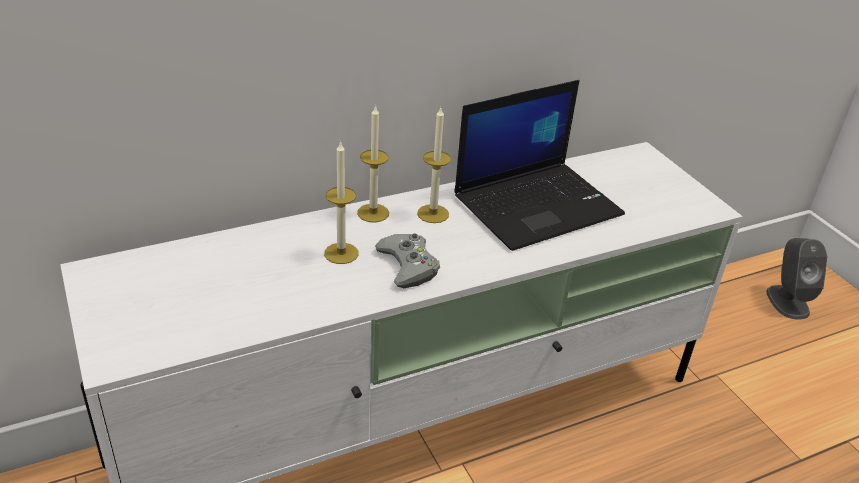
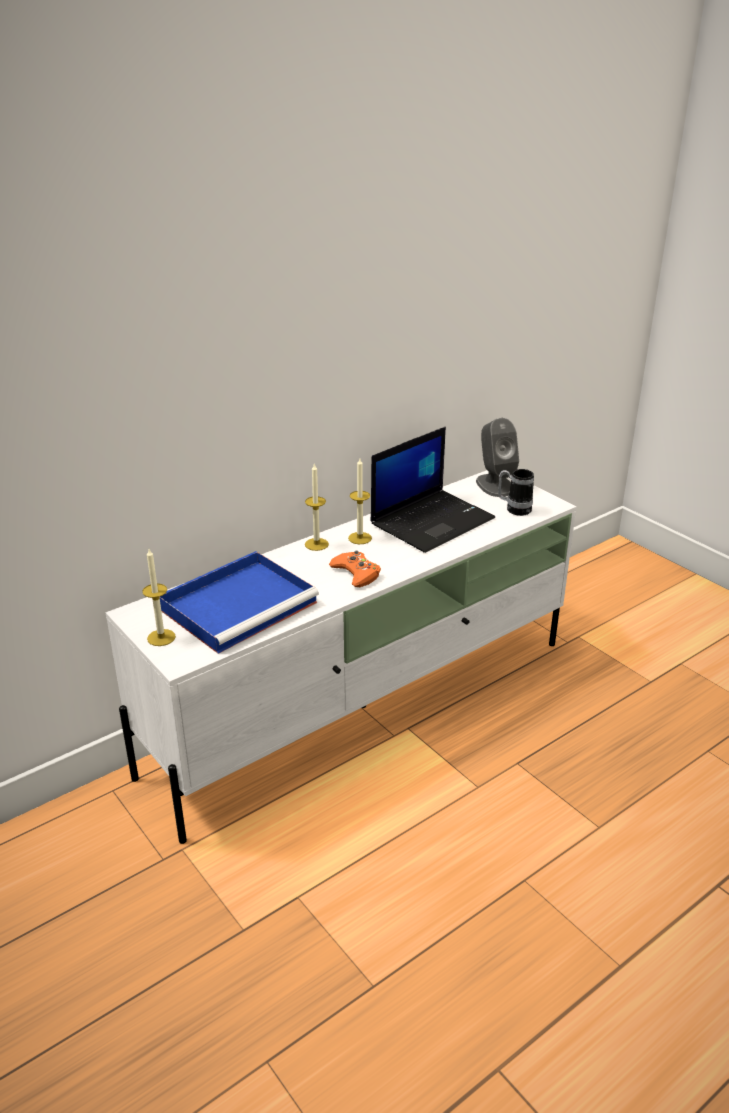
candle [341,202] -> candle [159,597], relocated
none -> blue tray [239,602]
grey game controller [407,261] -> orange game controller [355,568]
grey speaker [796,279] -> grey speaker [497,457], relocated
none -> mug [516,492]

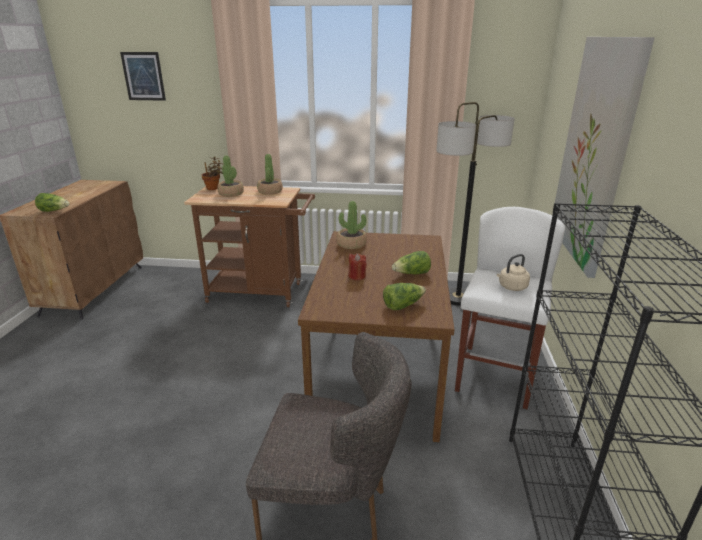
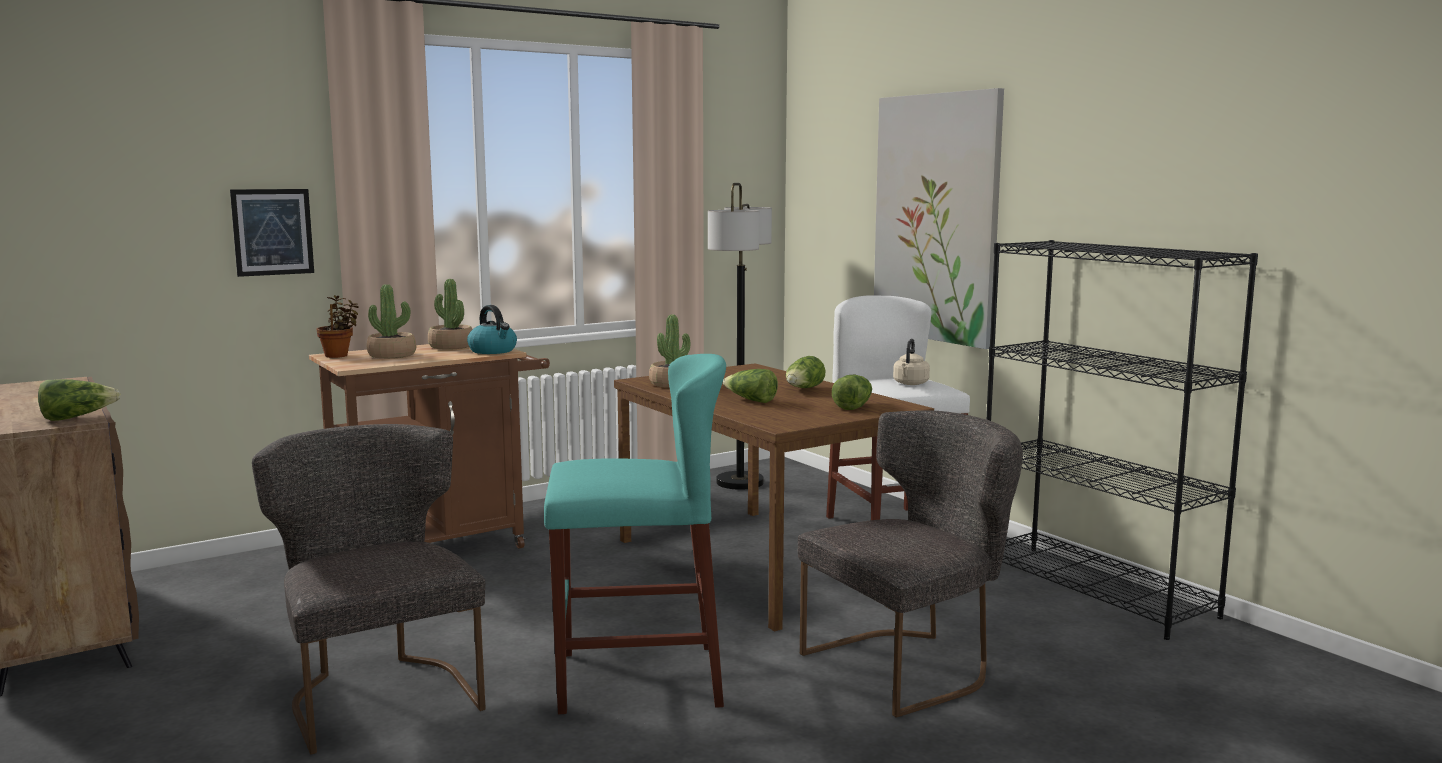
picture [143,76] -> picture [272,233], relocated
none -> grey chair [369,589]
none -> kettle [492,329]
none -> turquoise stool [635,534]
red candle [358,266] -> lettuce [750,386]

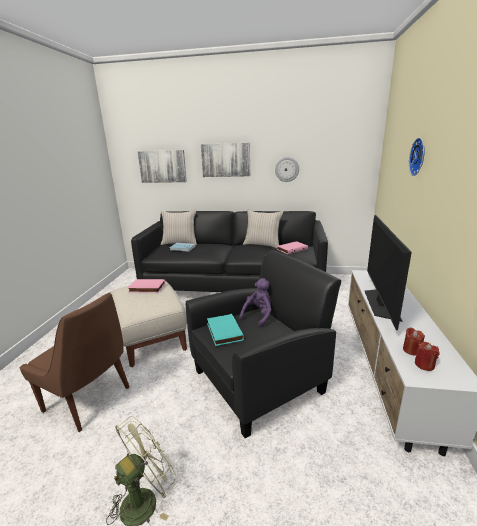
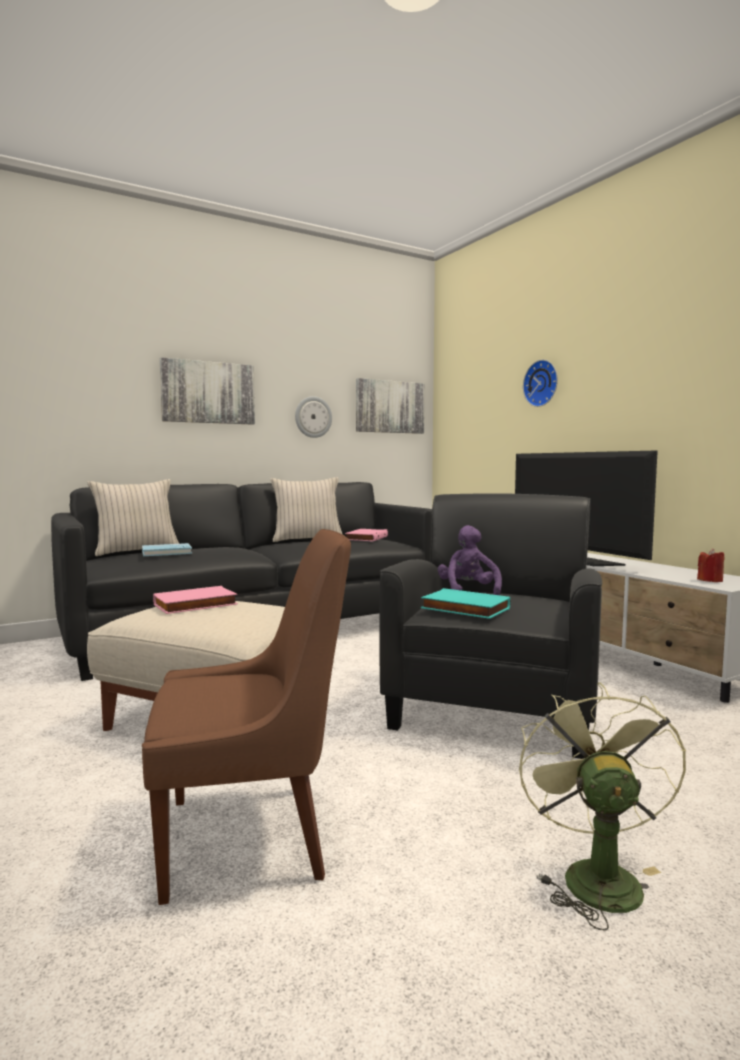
picture [162,166] -> picture [390,406], relocated
red candle [414,341] -> none

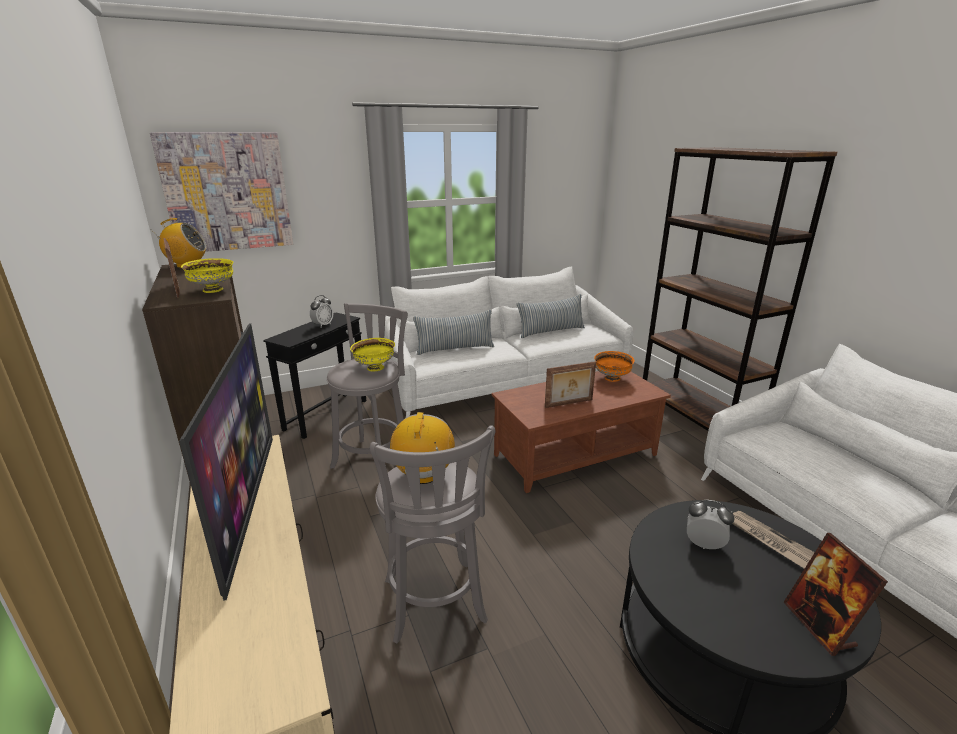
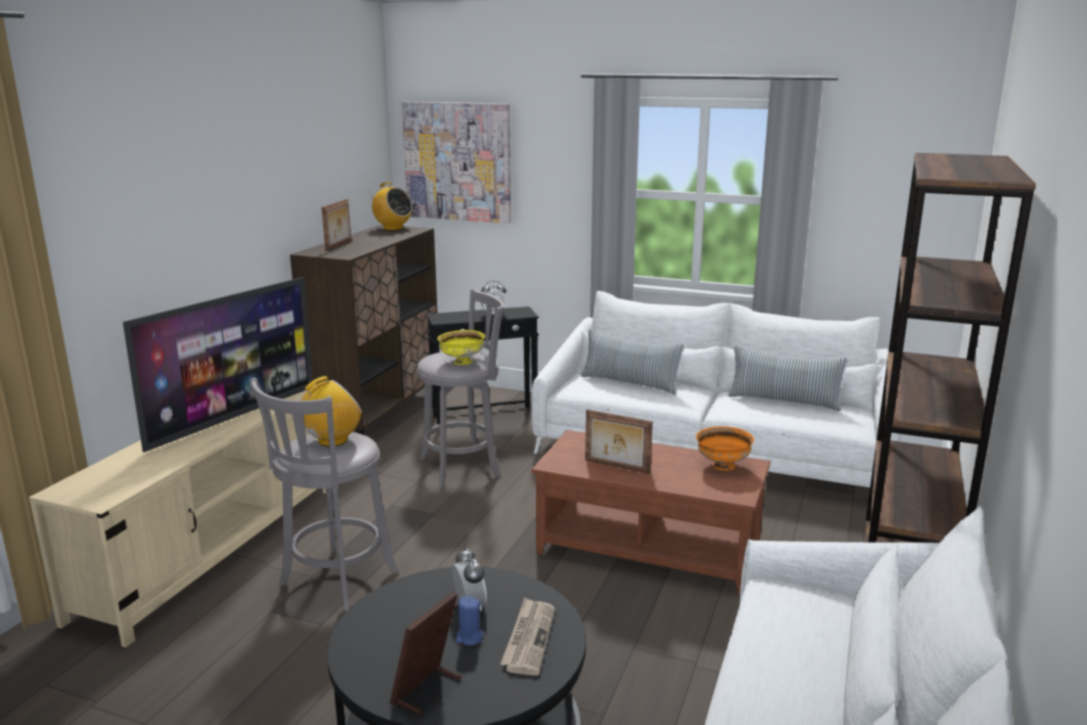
none -> blue candle [469,621]
yellow bowl [207,275] -> none

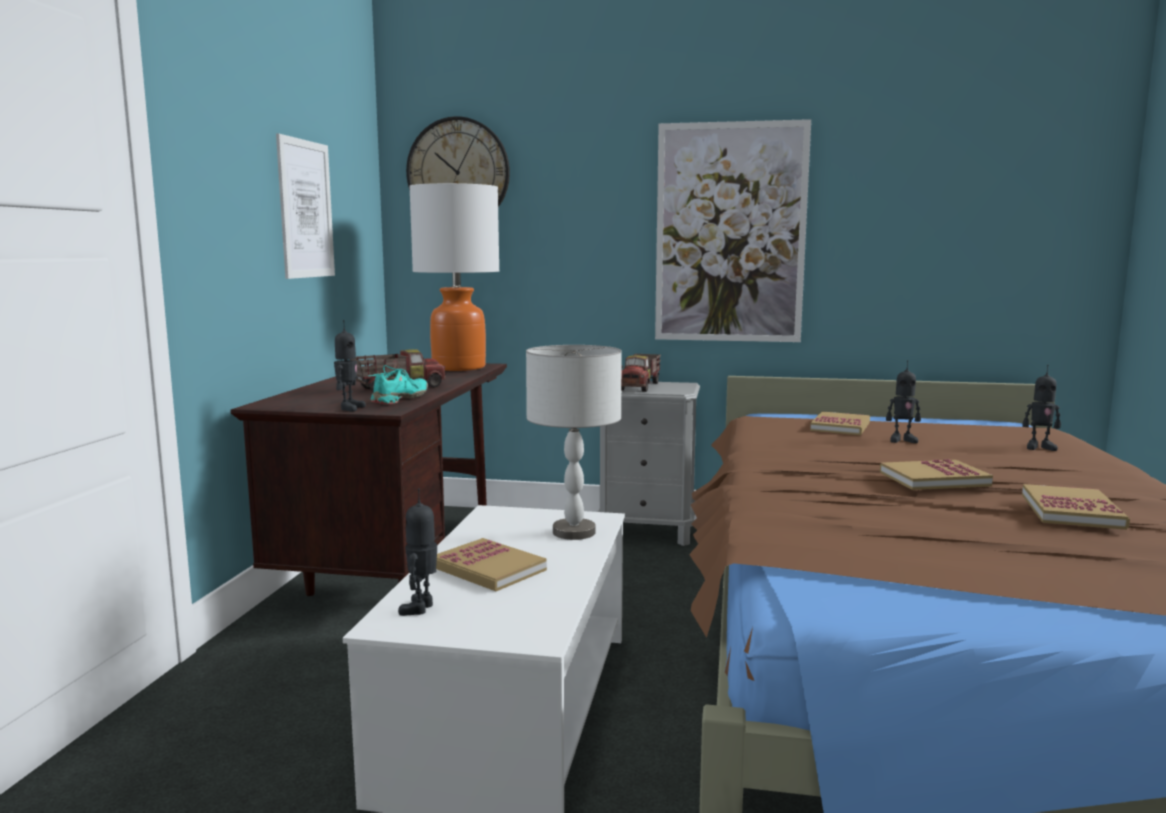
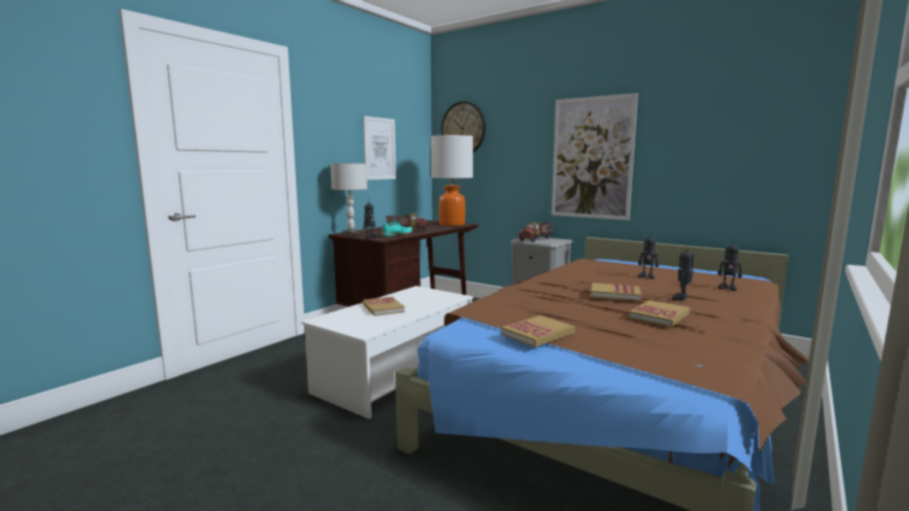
grey table lamp [574,442] -> grey table lamp [348,199], relocated
book [840,423] -> book [538,331], relocated
toy robot [417,552] -> toy robot [683,272], relocated

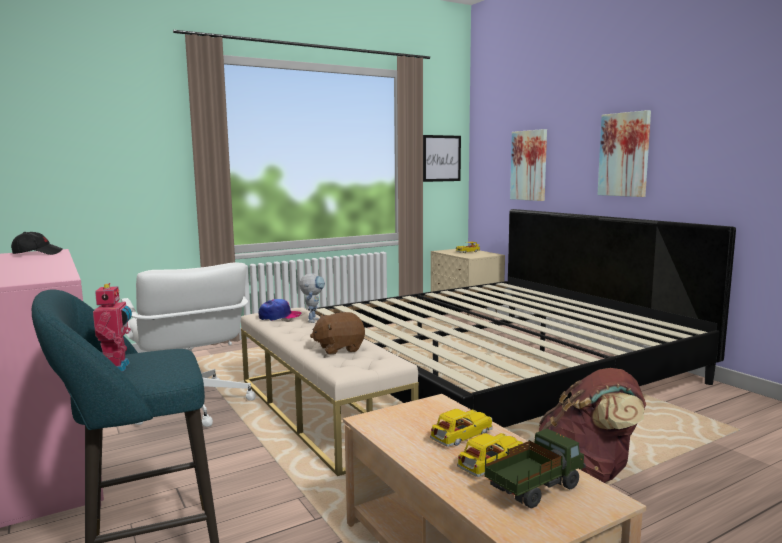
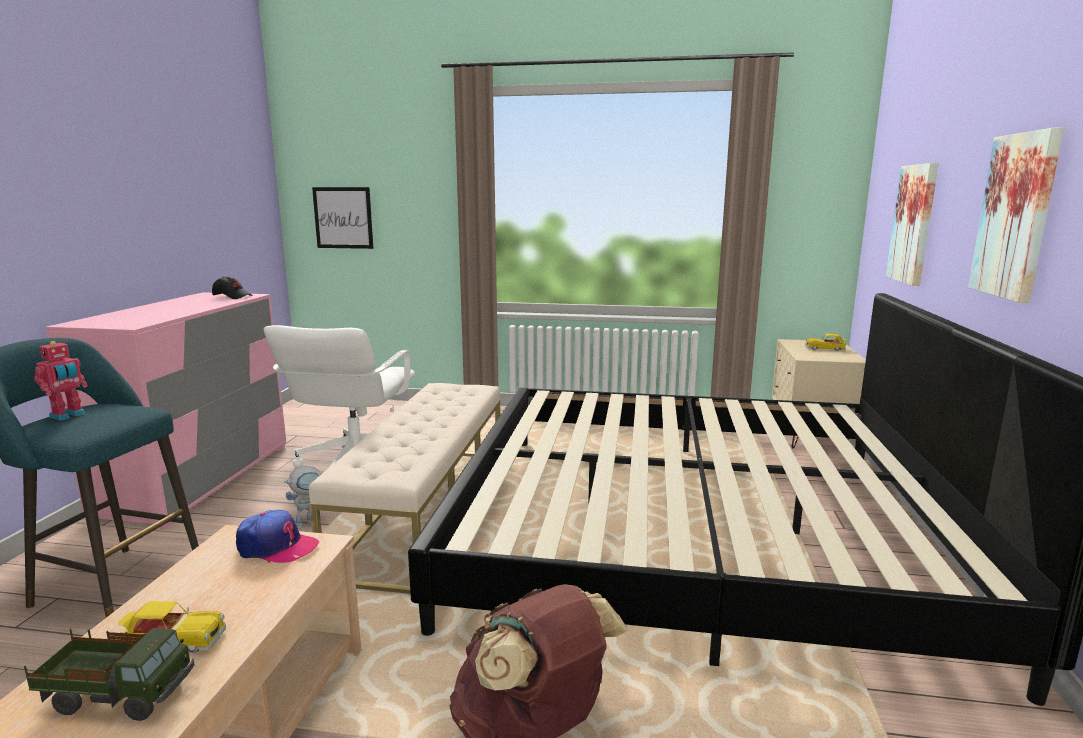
cap [280,310] -> cap [277,536], relocated
toy robot [312,298] -> toy robot [302,497], relocated
picture [442,158] -> picture [342,218], relocated
brown plush toy [337,333] -> none
toy car [461,428] -> none

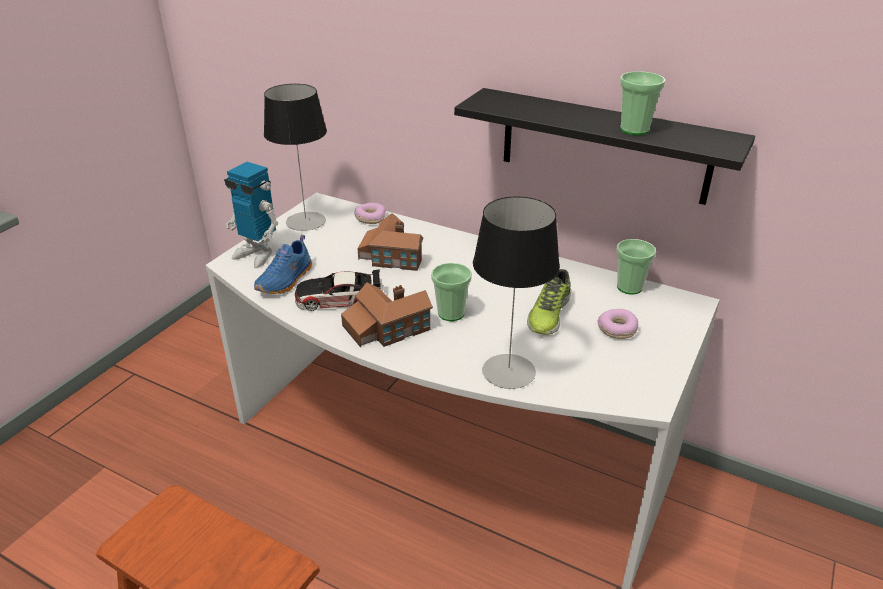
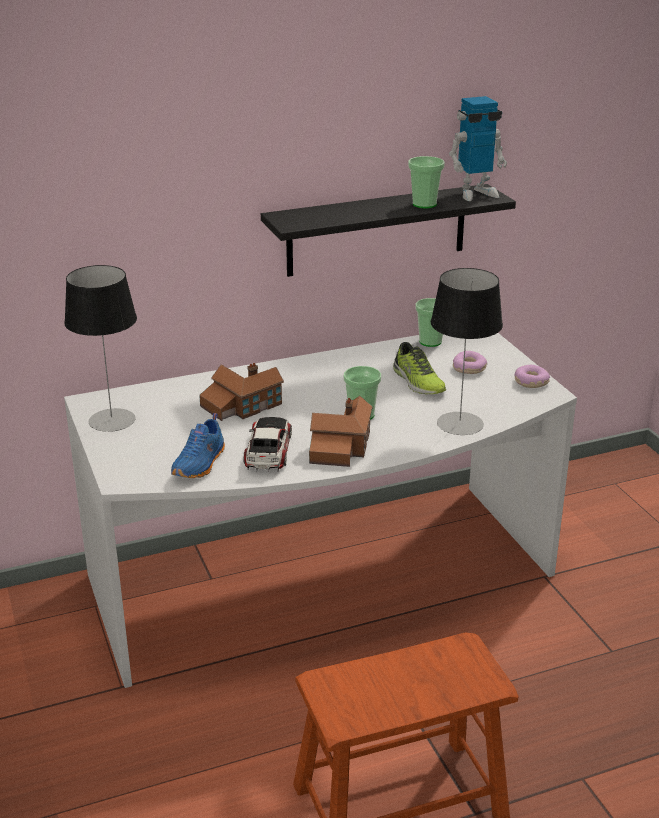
blue shoe [283,264] -> blue shoe [198,445], 45 degrees clockwise
toy car [339,290] -> toy car [267,444], 150 degrees clockwise
toy robot [251,215] -> toy robot [478,148], relocated
donut [370,213] -> donut [532,376], relocated

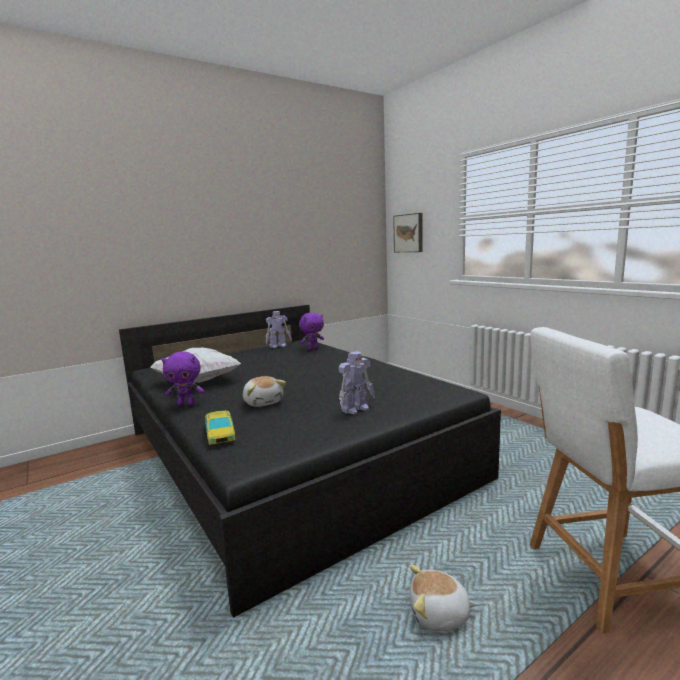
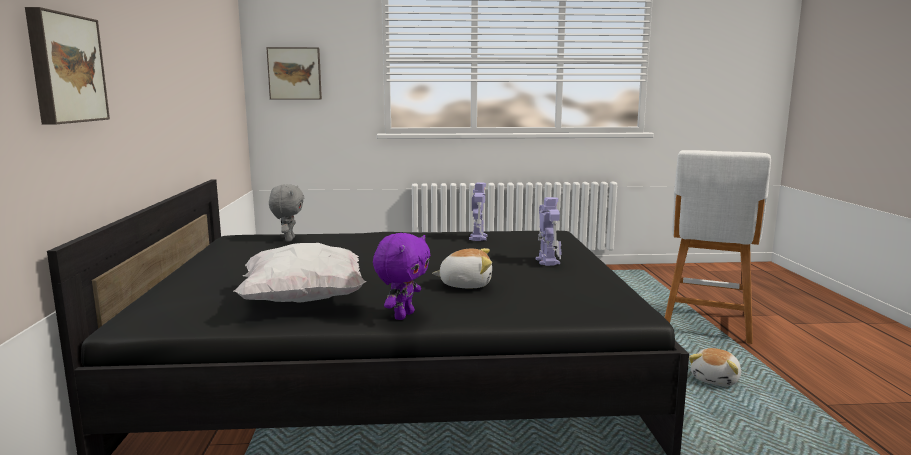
none -> picture [67,66]
purple plush toy [311,331] -> grey plush toy [286,213]
toy robot [279,329] -> toy robot [478,211], relocated
toy car [220,428] -> none

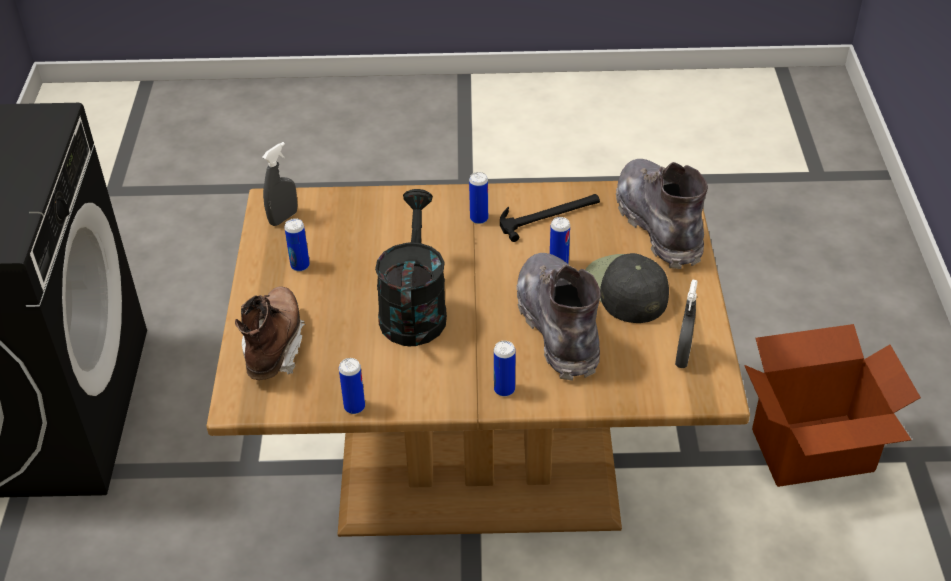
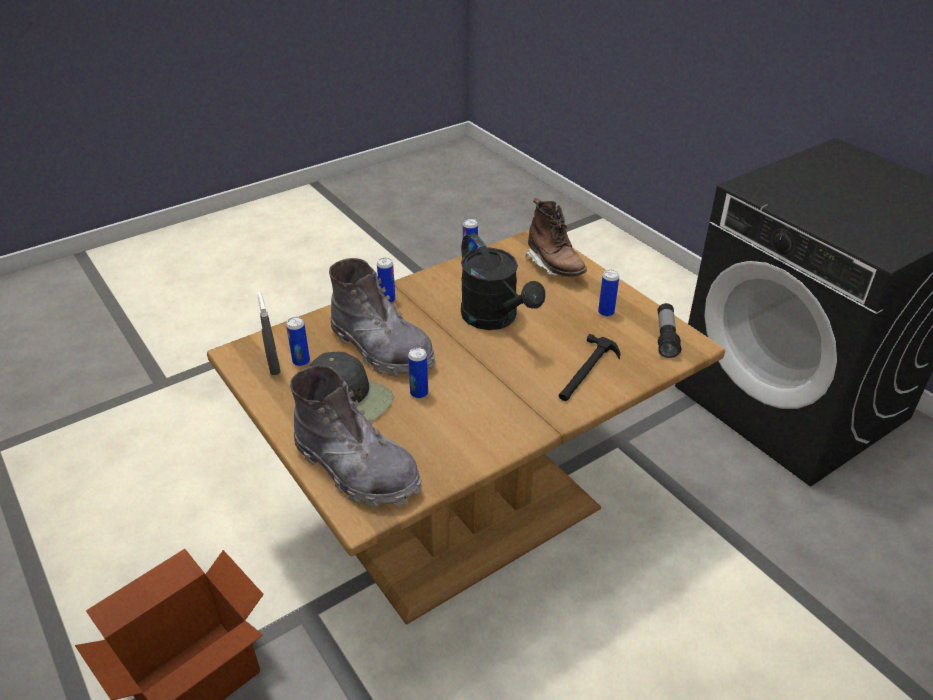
can [478,198] -> can [298,342], relocated
hammer [550,218] -> hammer [589,367], relocated
grey spray bottle [279,184] -> flashlight [669,330]

